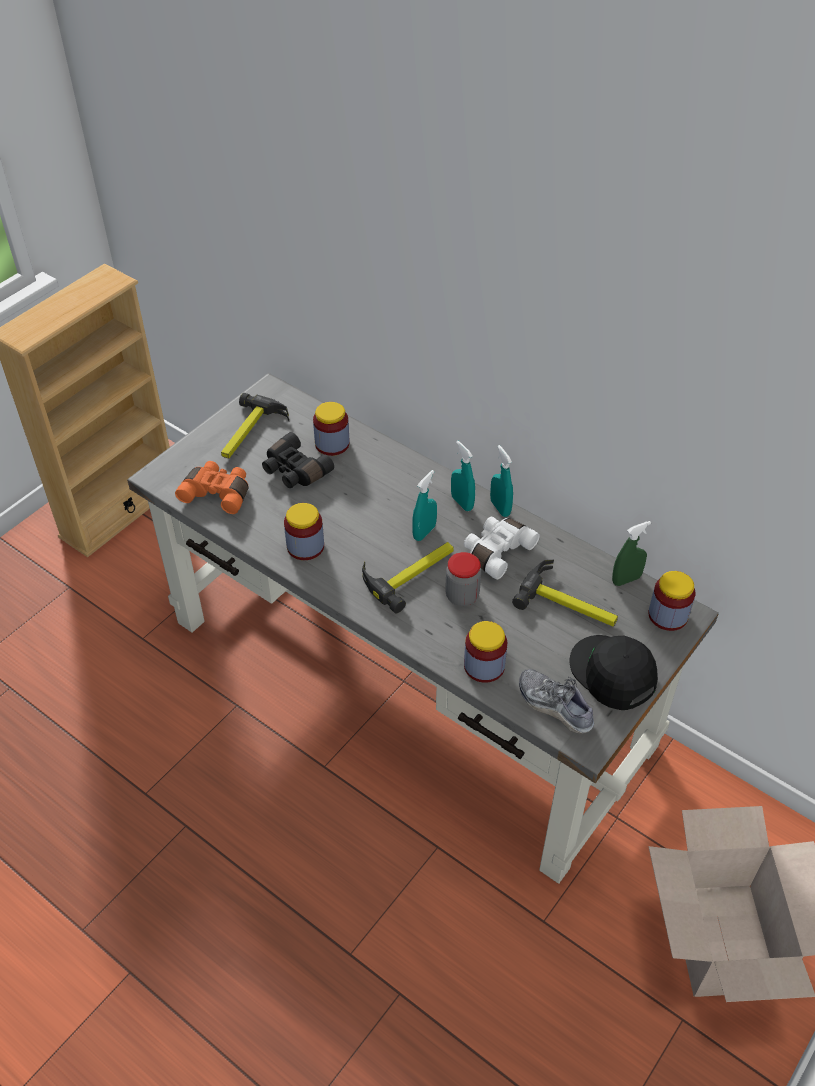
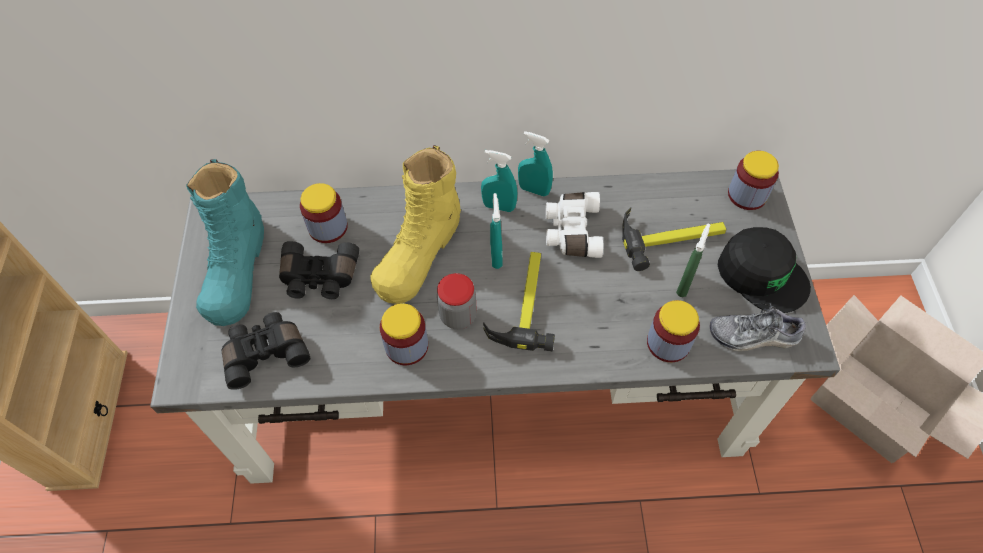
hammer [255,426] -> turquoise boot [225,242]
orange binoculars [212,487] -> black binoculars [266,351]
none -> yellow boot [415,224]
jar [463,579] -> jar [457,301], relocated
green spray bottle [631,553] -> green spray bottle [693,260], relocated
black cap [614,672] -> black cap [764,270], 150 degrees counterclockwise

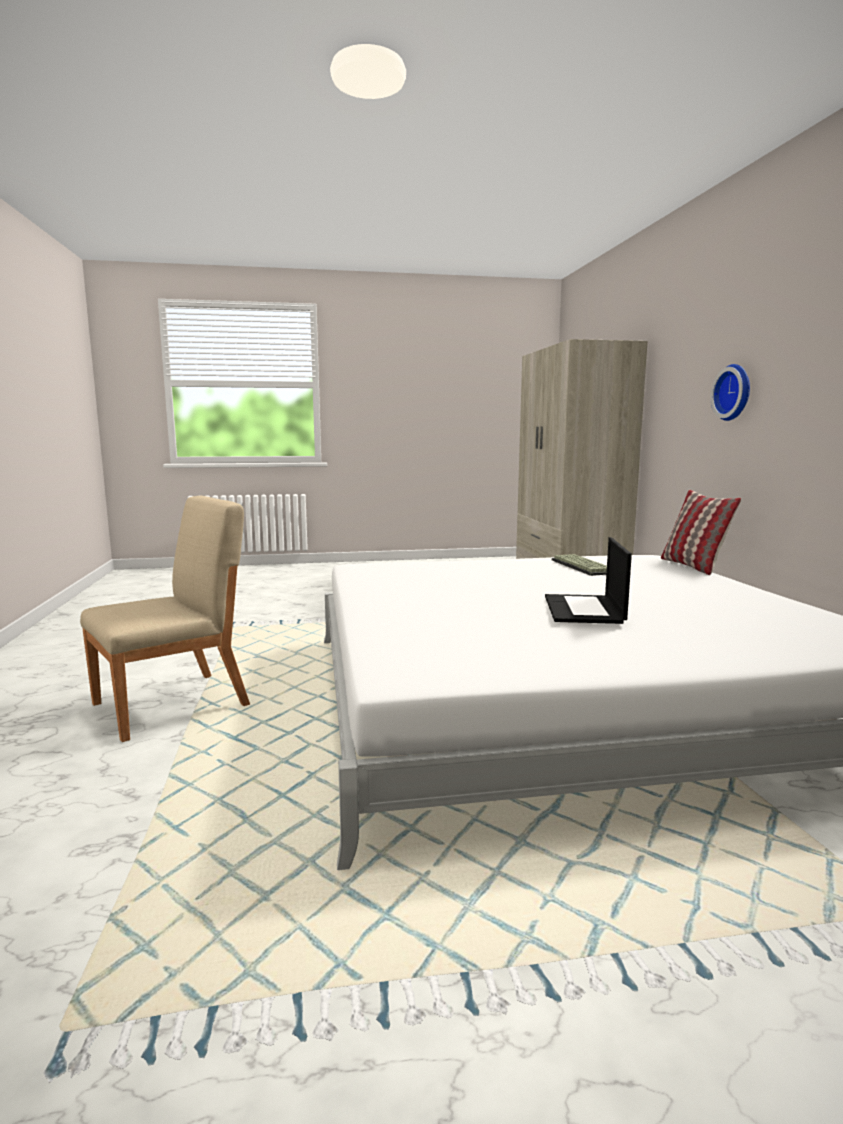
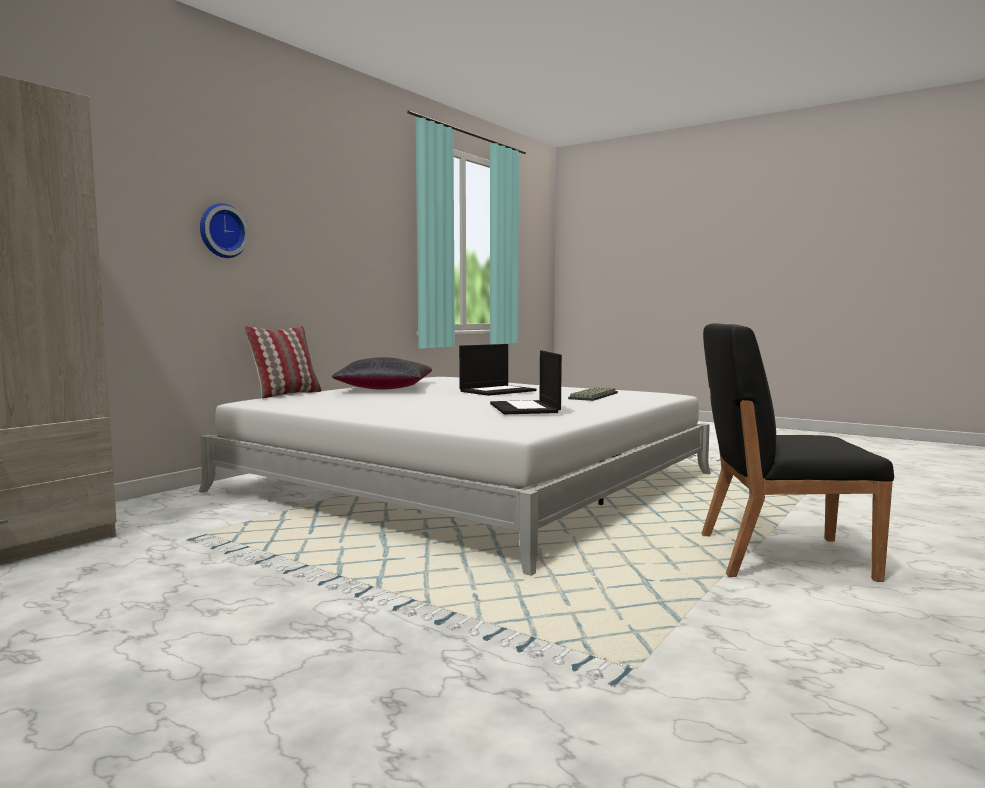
none -> black pillow [382,373]
none -> laptop [526,382]
keyboard [579,565] -> keyboard [593,394], relocated
beige chair [165,619] -> black chair [798,452]

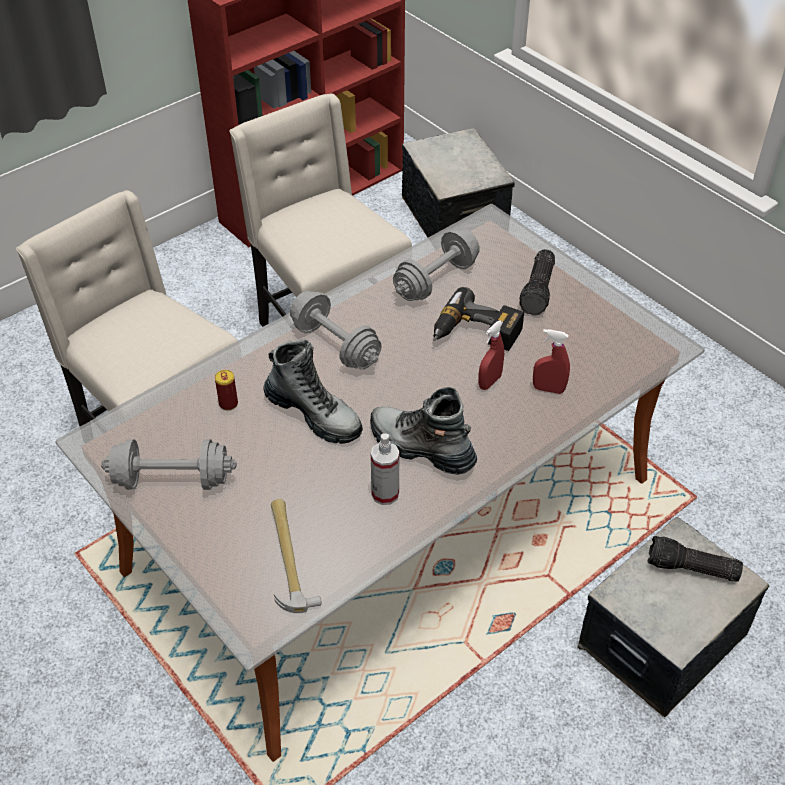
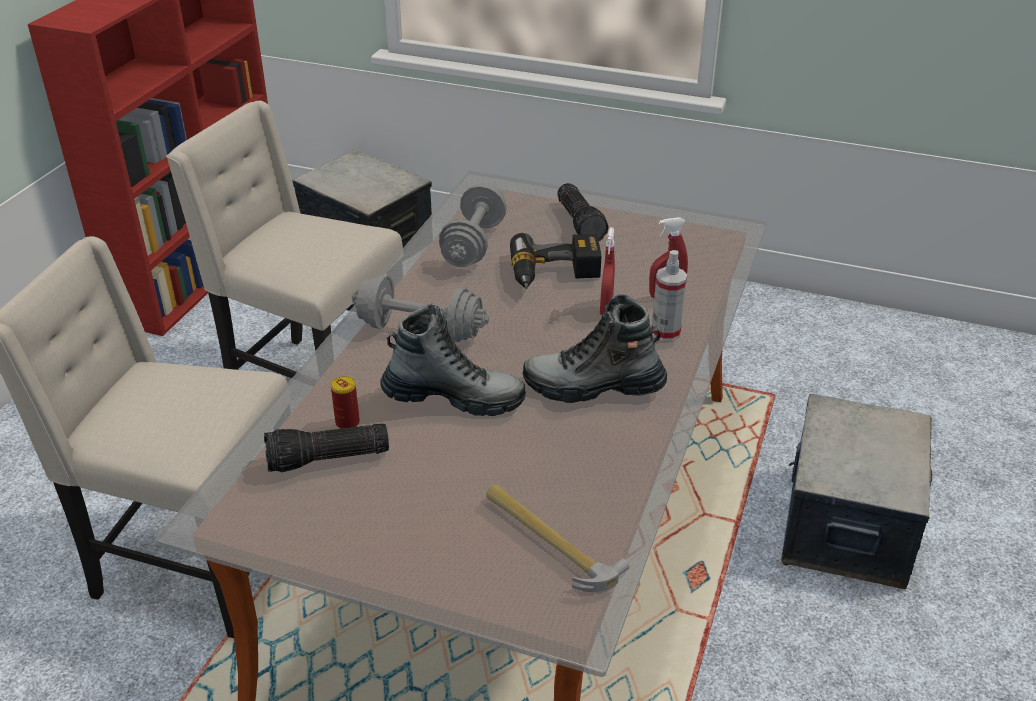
flashlight [695,559] -> flashlight [326,447], relocated
spray bottle [385,469] -> spray bottle [669,295], relocated
grey dumbbell [169,464] -> none

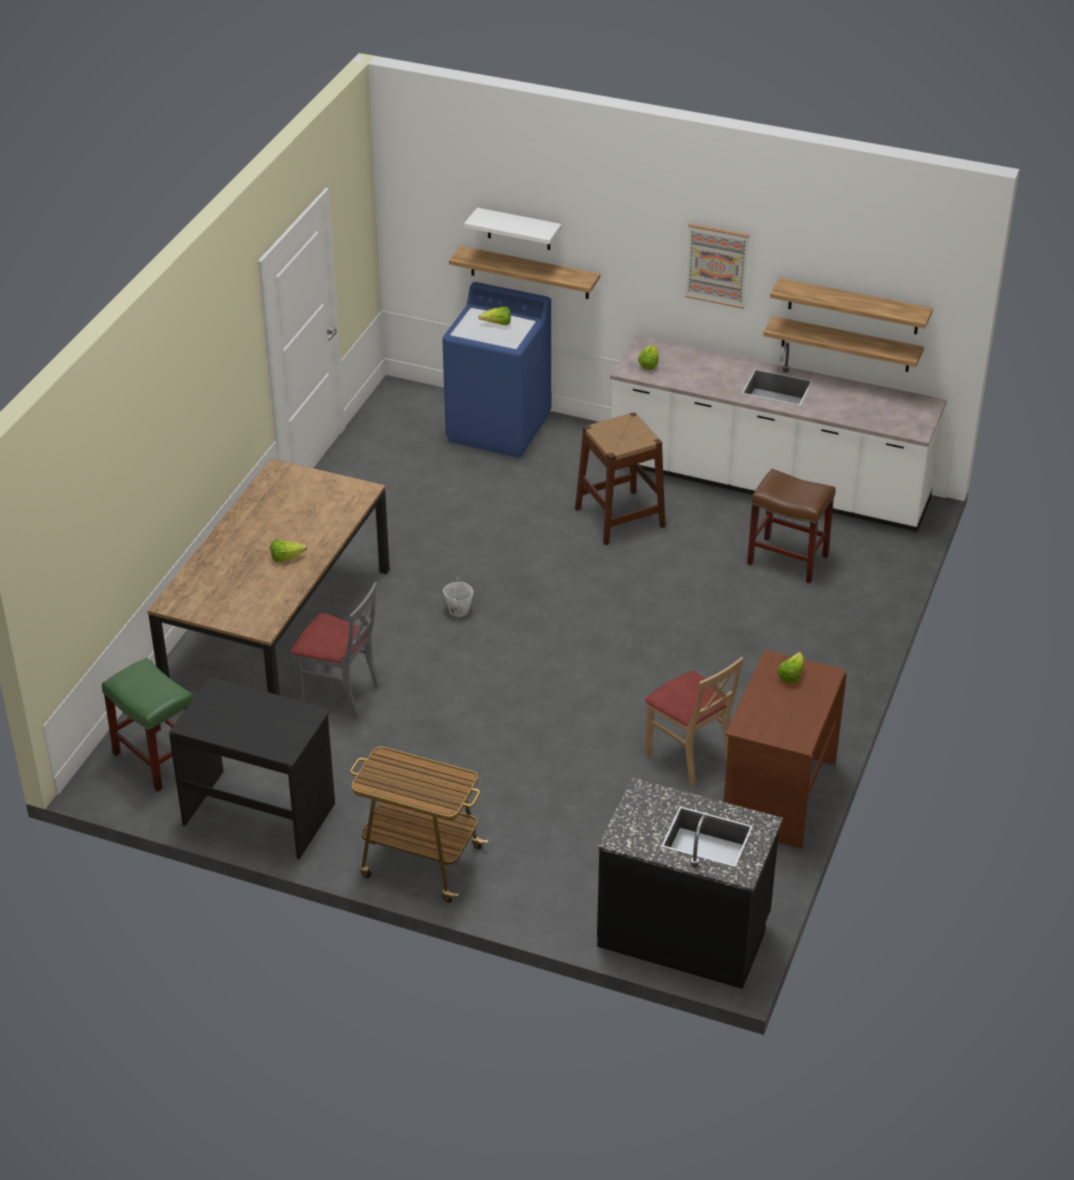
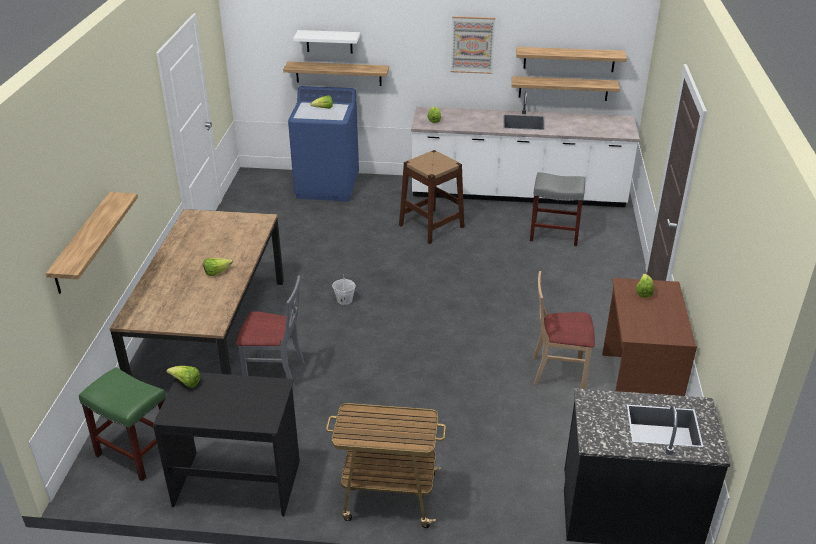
none -> shelf [92,243]
none -> lettuce [183,377]
brown stool [791,526] -> grey stool [557,209]
beige chair [694,721] -> beige chair [564,330], 150 degrees clockwise

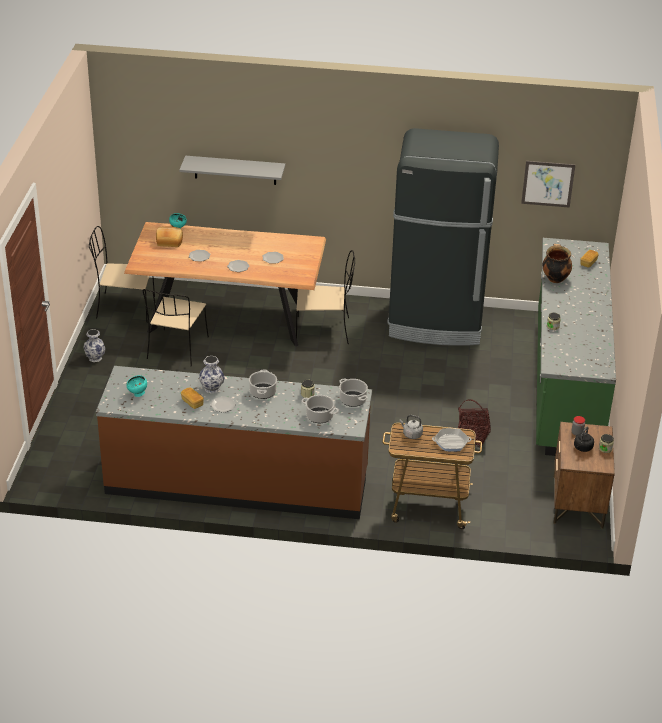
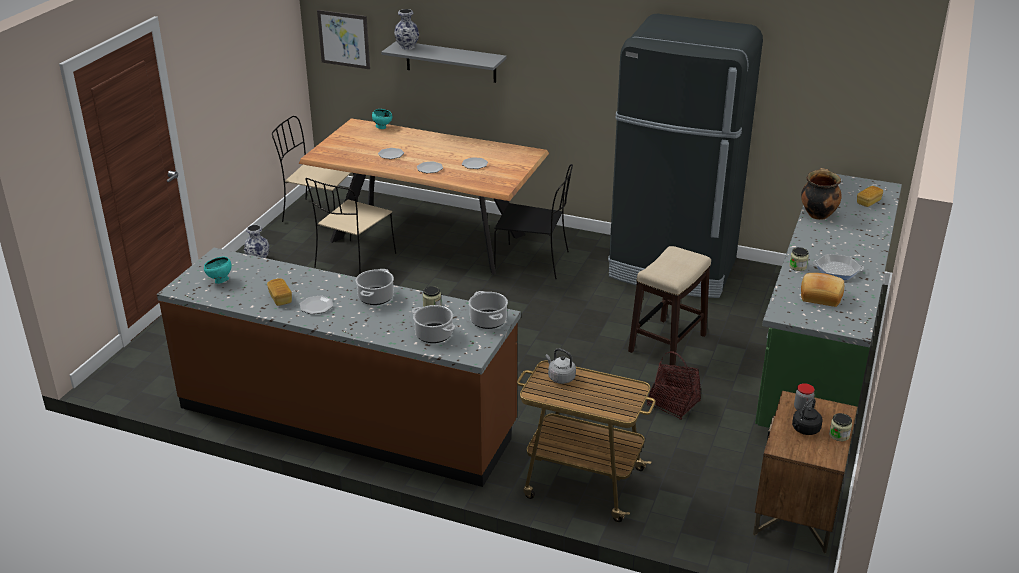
picture [548,184] -> picture [343,39], relocated
vase [212,375] -> vase [406,29], relocated
beige chair [325,297] -> black chair [533,221]
none -> stool [669,306]
bread [169,236] -> bread [822,290], relocated
frying pan [451,439] -> frying pan [838,267], relocated

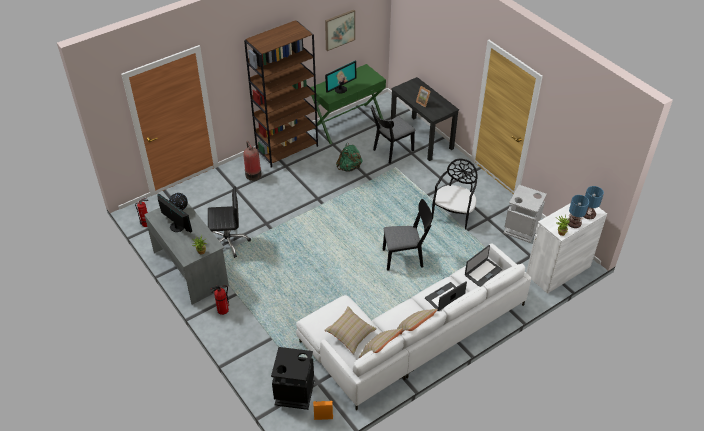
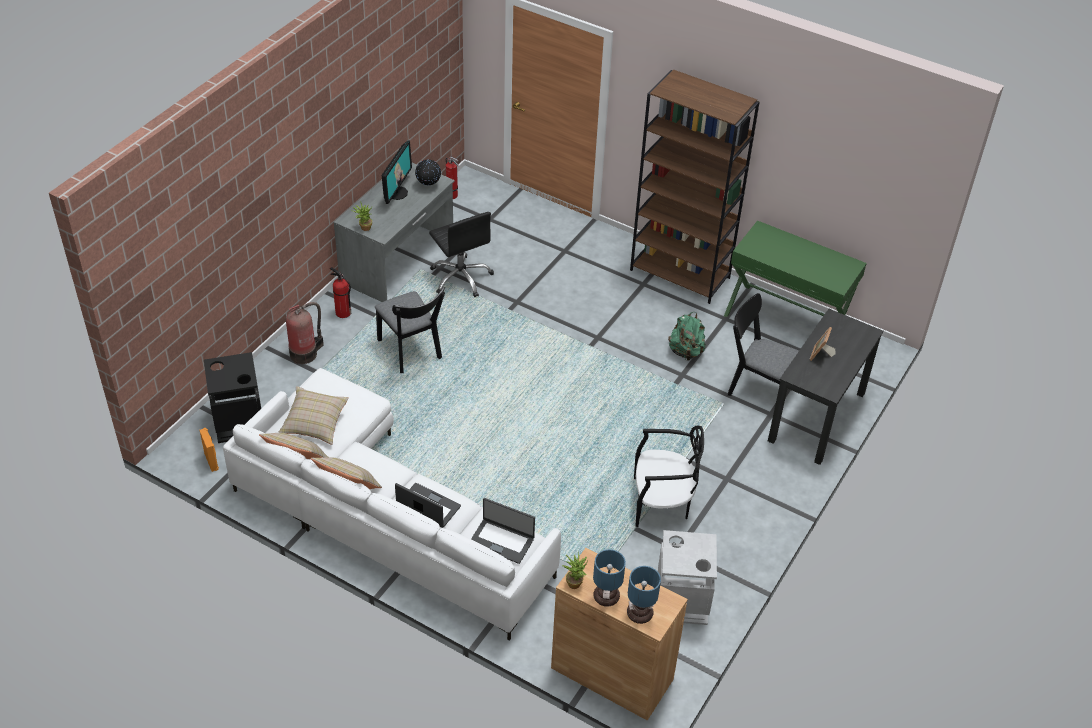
fire extinguisher [252,161] -> fire extinguisher [305,333], relocated
black chair [407,235] -> black chair [410,330], relocated
white cabinet [566,248] -> brown cabinet [619,634]
picture [340,30] -> none
monitor [341,77] -> none

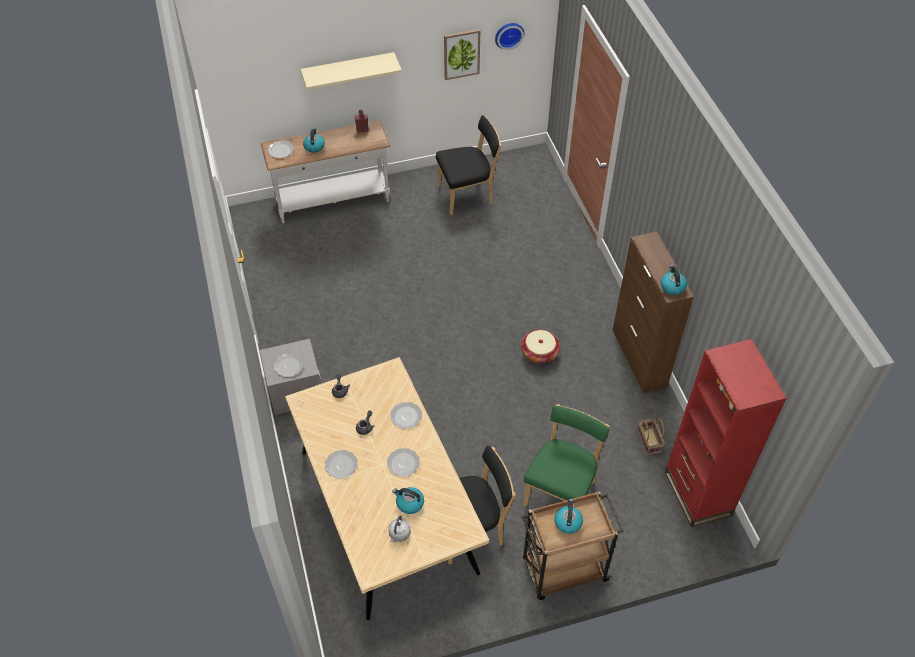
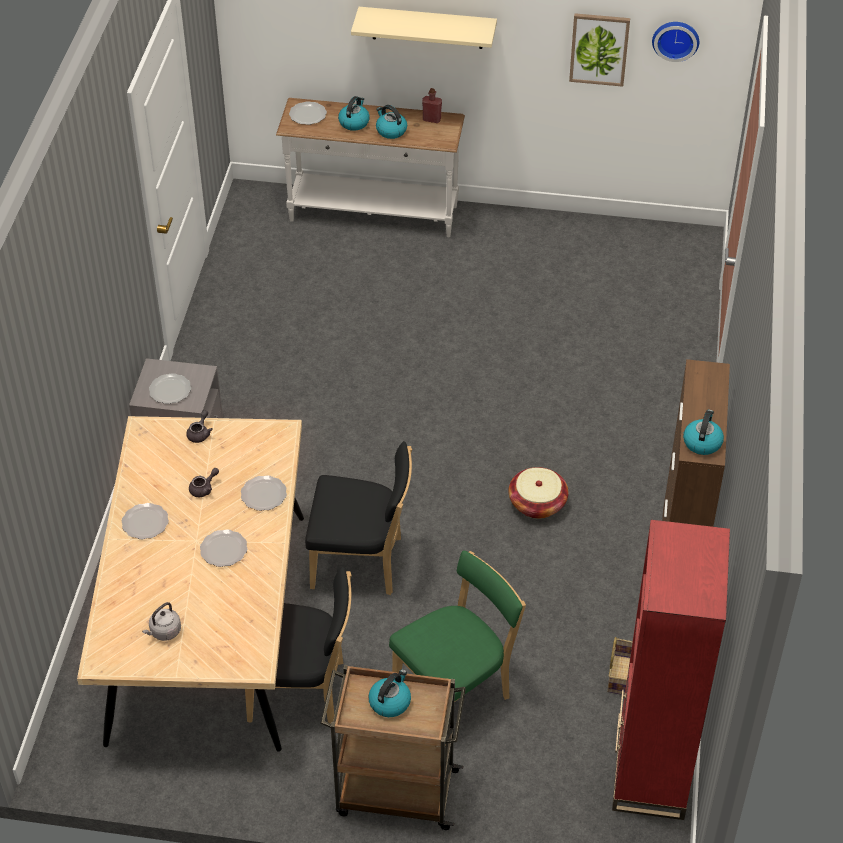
black chair [469,165] -> black chair [358,518], relocated
kettle [408,500] -> kettle [391,122], relocated

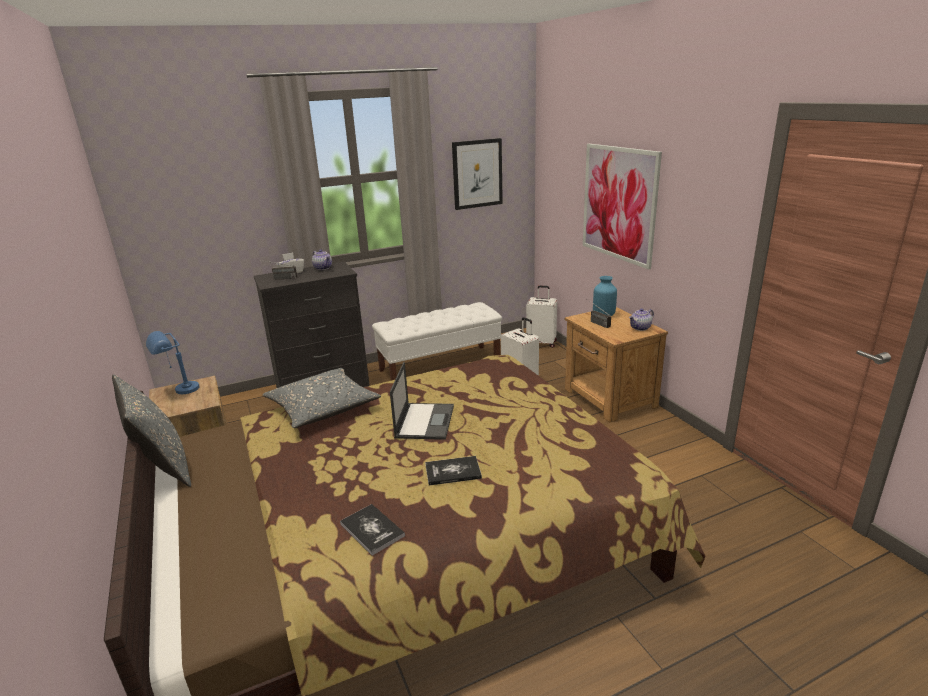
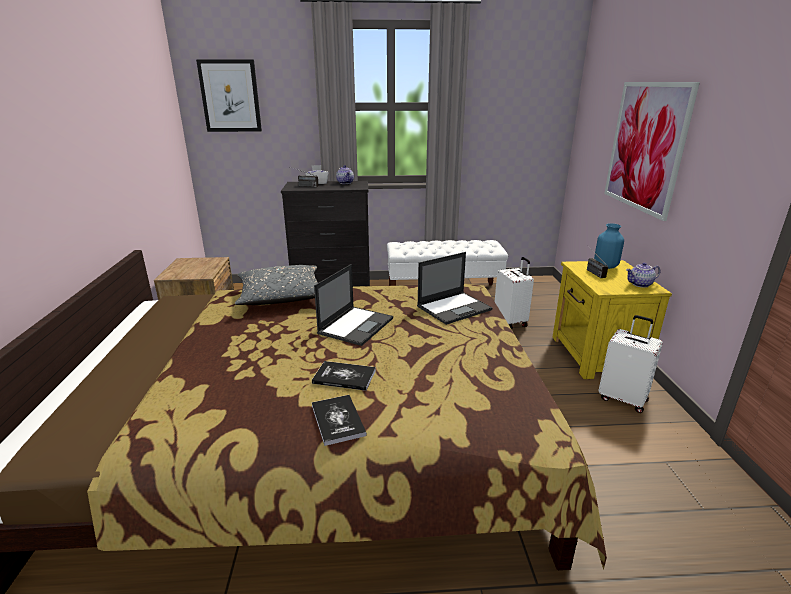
picture [477,174] -> picture [229,95], relocated
book [372,530] -> book [339,420], relocated
none -> laptop [455,288]
brown nightstand [616,365] -> yellow nightstand [612,319]
white suitcase [541,317] -> white suitcase [630,364], relocated
grey pillow [151,431] -> none
blue table lamp [173,362] -> none

